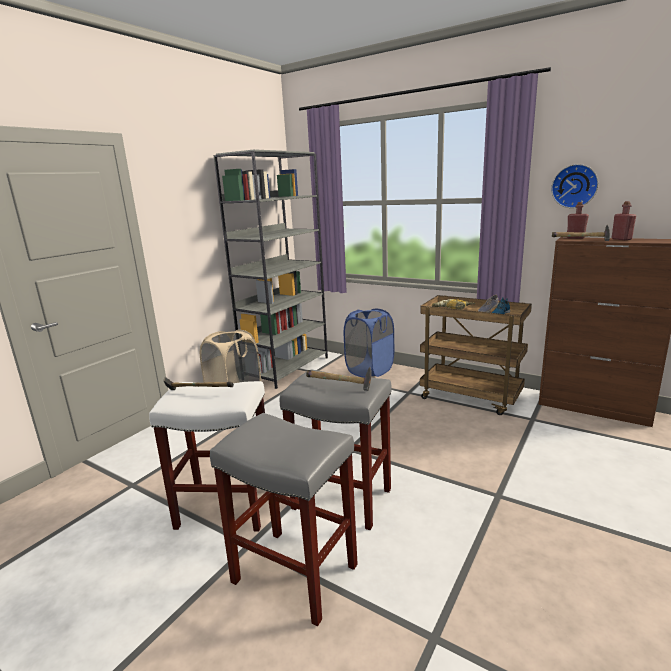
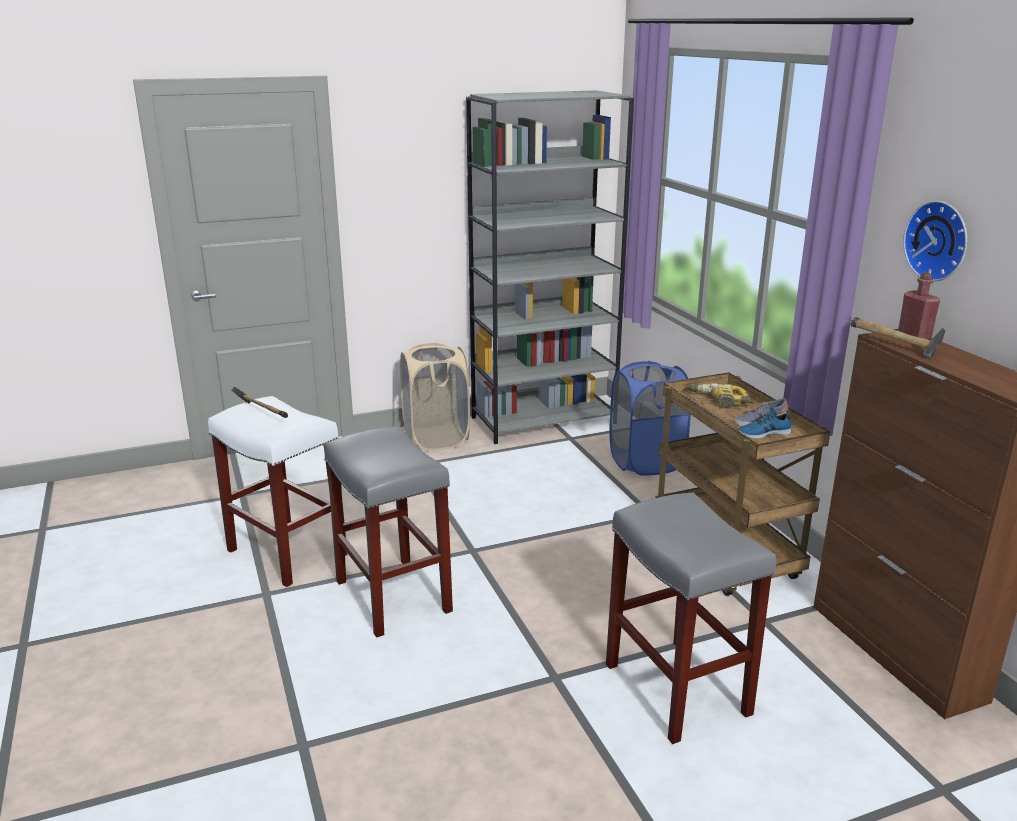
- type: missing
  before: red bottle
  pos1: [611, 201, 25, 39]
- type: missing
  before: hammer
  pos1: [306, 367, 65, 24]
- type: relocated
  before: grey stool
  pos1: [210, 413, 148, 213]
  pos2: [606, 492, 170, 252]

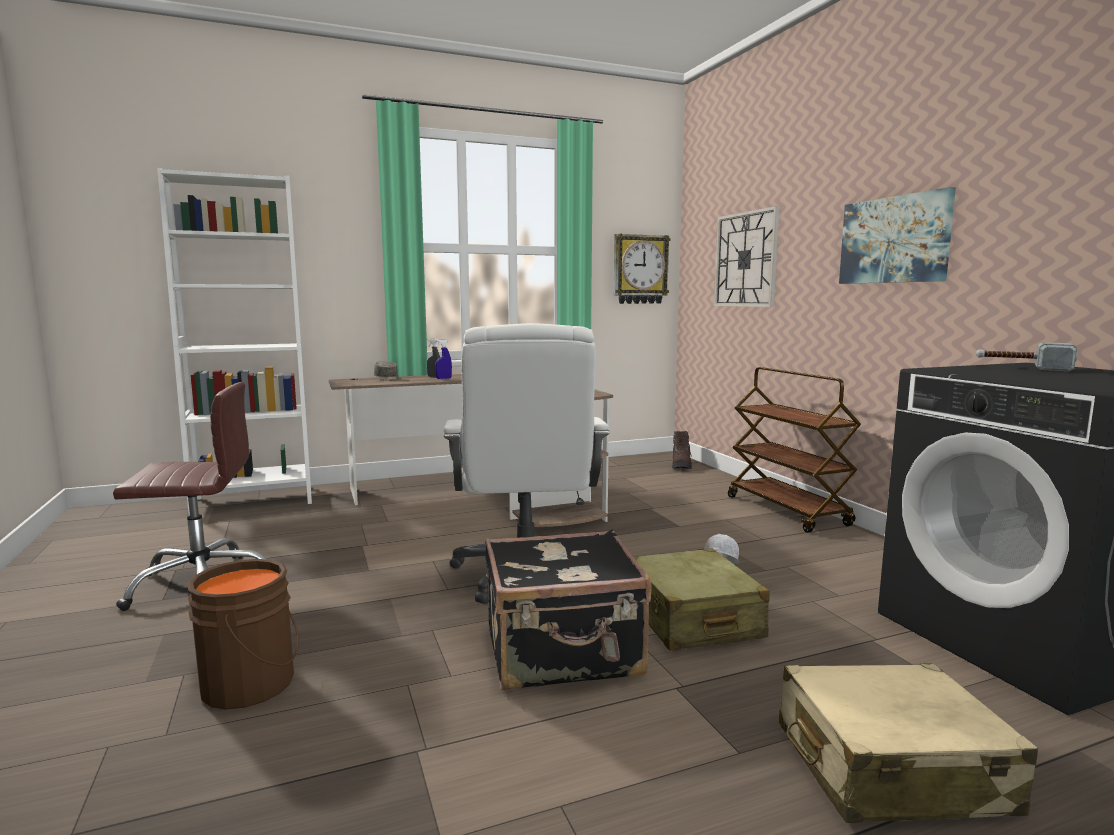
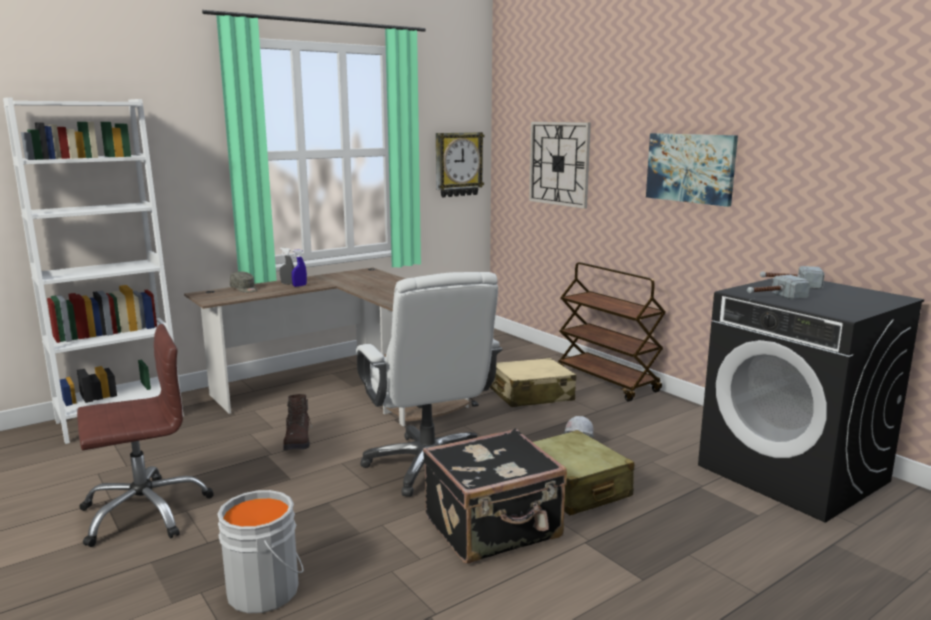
- type: relocated
  before: brown boot
  pos1: [672, 431, 20, 38]
  pos2: [283, 394, 29, 56]
- type: colour
  before: brown bucket
  after: grey bucket
  pos1: [187, 559, 112, 150]
  pos2: [217, 490, 87, 123]
- type: relocated
  before: beige suitcase
  pos1: [779, 663, 259, 160]
  pos2: [490, 358, 86, 49]
- type: appeared
  after: hammer
  pos2: [747, 275, 63, 25]

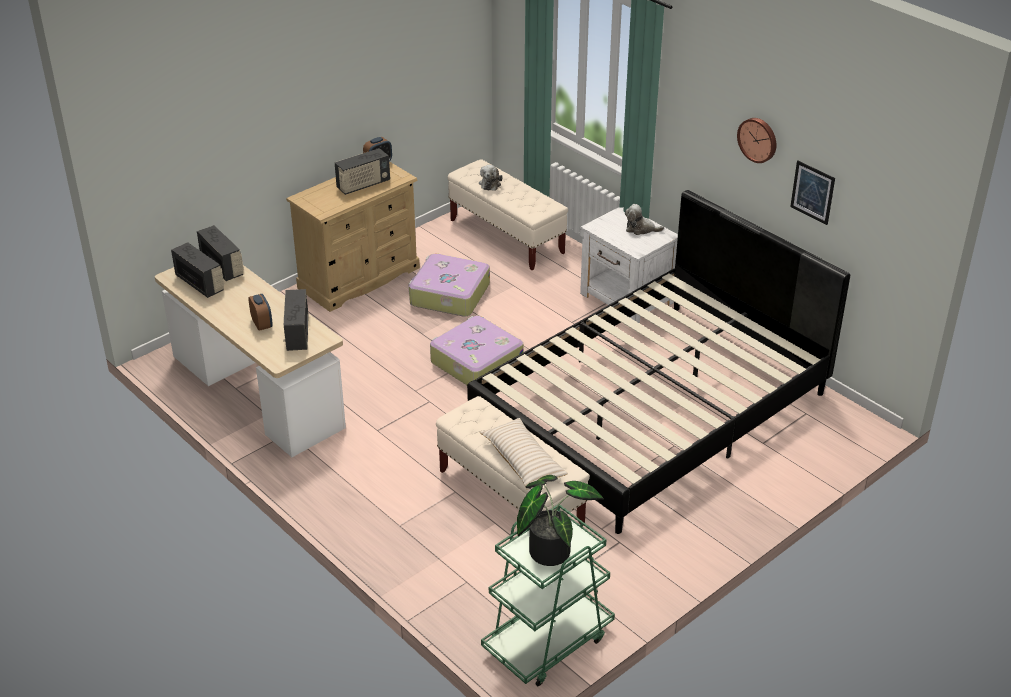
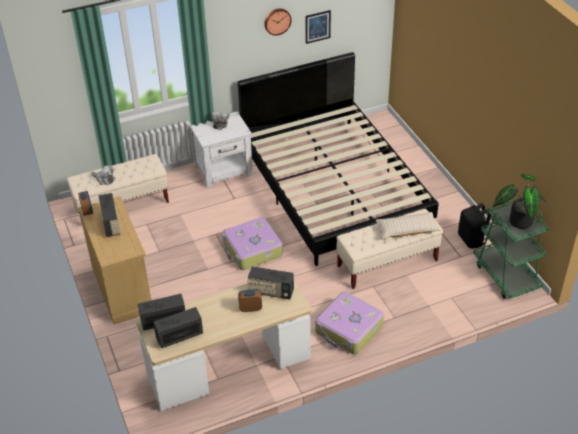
- type: relocated
  before: suitcase
  pos1: [408, 254, 82, 63]
  pos2: [315, 292, 69, 62]
- type: appeared
  after: black backpack
  pos2: [458, 203, 33, 46]

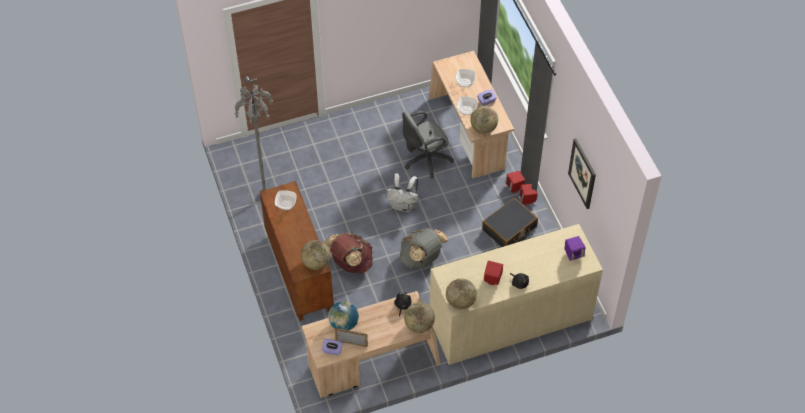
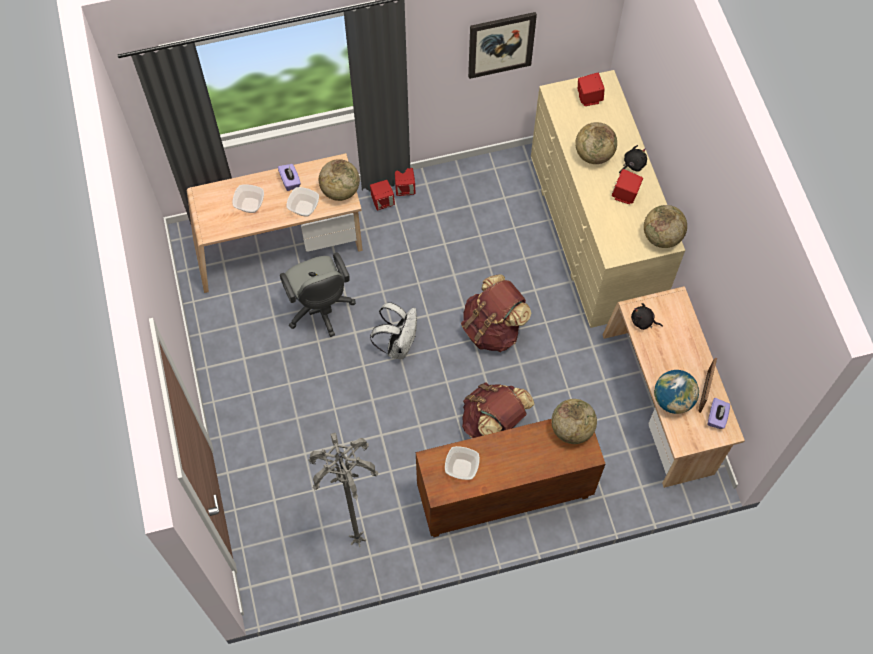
- type: missing
  before: black suitcase
  pos1: [482, 198, 56, 49]
- type: colour
  before: grey backpack
  after: brown backpack
  pos1: [400, 228, 48, 40]
  pos2: [461, 274, 70, 78]
- type: colour
  before: purple speaker
  after: red speaker
  pos1: [565, 236, 20, 25]
  pos2: [578, 73, 27, 33]
- type: relocated
  before: globe
  pos1: [404, 302, 31, 31]
  pos2: [575, 122, 42, 42]

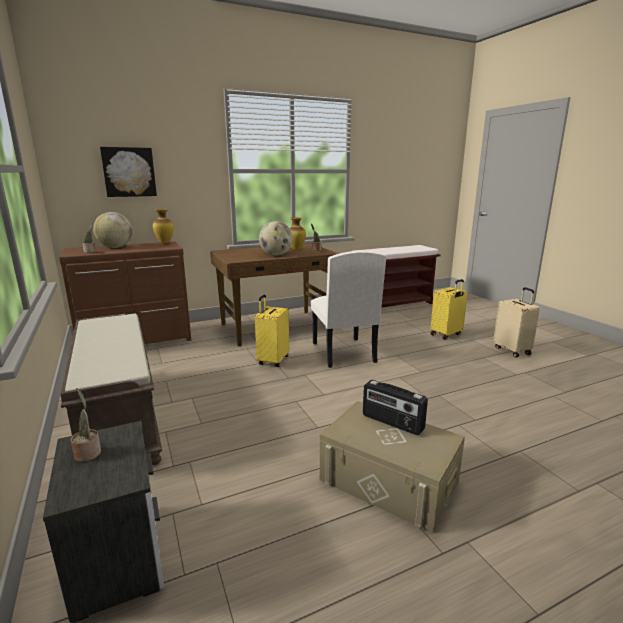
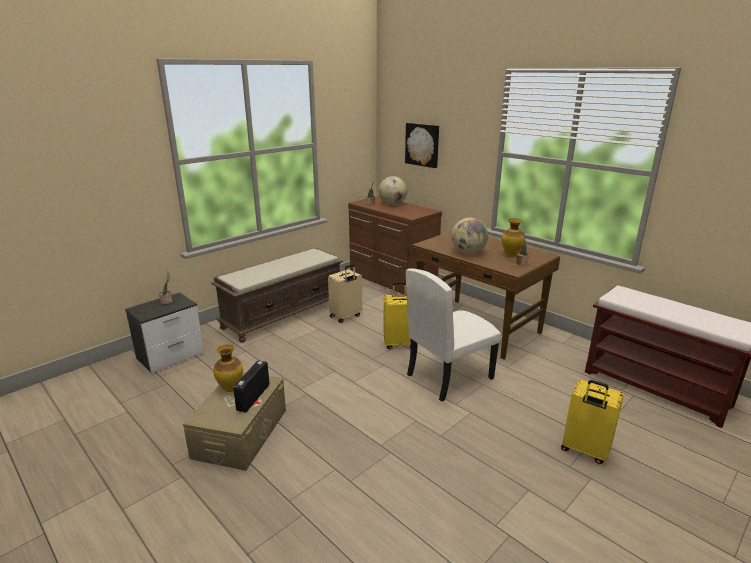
- type: relocated
  before: vase
  pos1: [153, 209, 21, 34]
  pos2: [213, 345, 30, 47]
- type: relocated
  before: beige suitcase
  pos1: [493, 287, 47, 70]
  pos2: [328, 264, 34, 59]

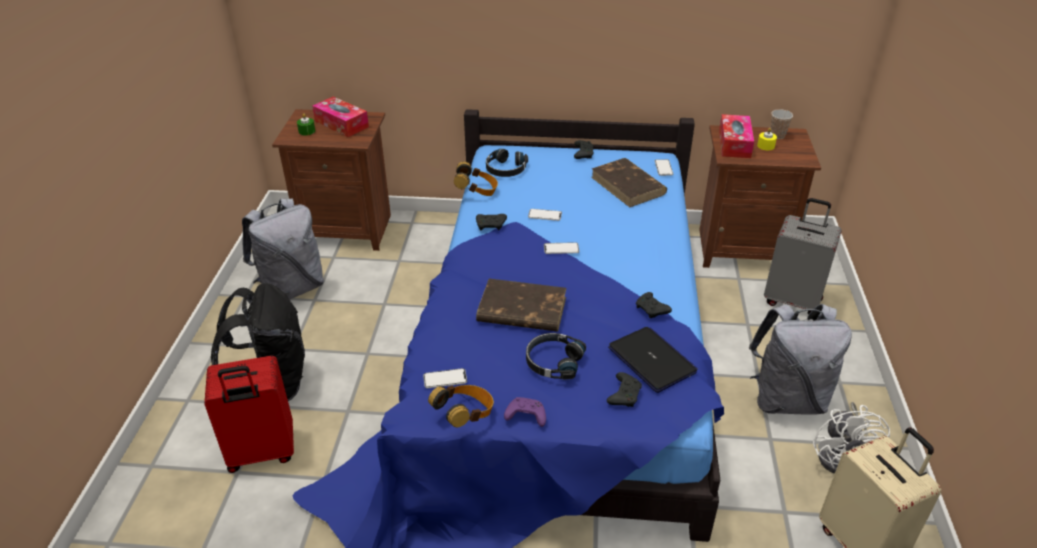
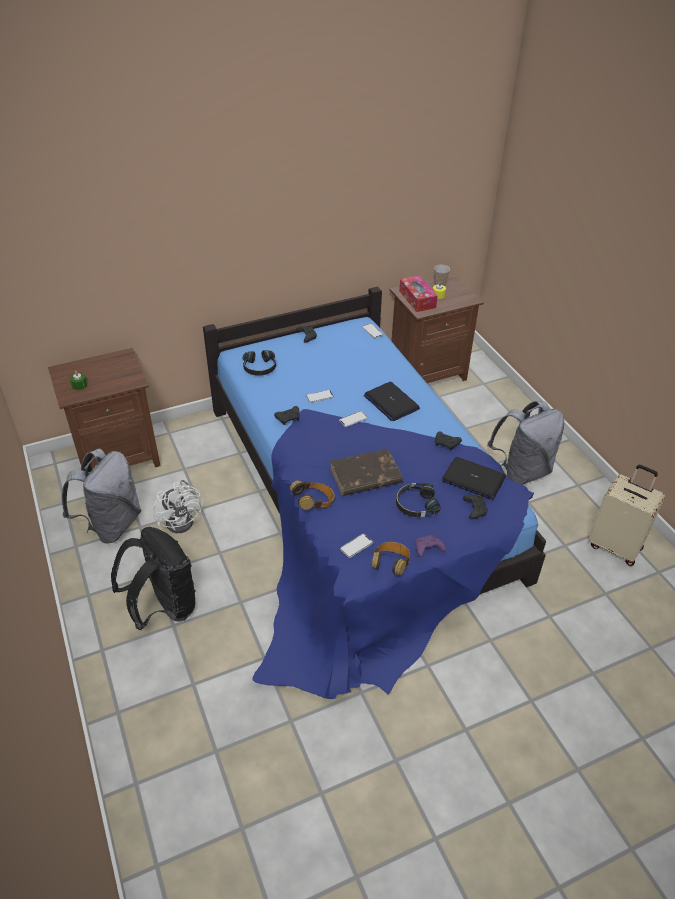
- type: missing
  before: tissue box
  pos1: [312, 97, 57, 40]
- type: missing
  before: brown book
  pos1: [591, 158, 76, 49]
- type: relocated
  before: headphones
  pos1: [454, 162, 44, 34]
  pos2: [290, 480, 45, 30]
- type: missing
  before: grey suitcase
  pos1: [764, 198, 78, 117]
- type: missing
  before: red suitcase
  pos1: [204, 356, 90, 117]
- type: relocated
  before: white fan
  pos1: [813, 402, 77, 72]
  pos2: [153, 480, 50, 53]
- type: appeared
  after: laptop
  pos2: [364, 382, 56, 39]

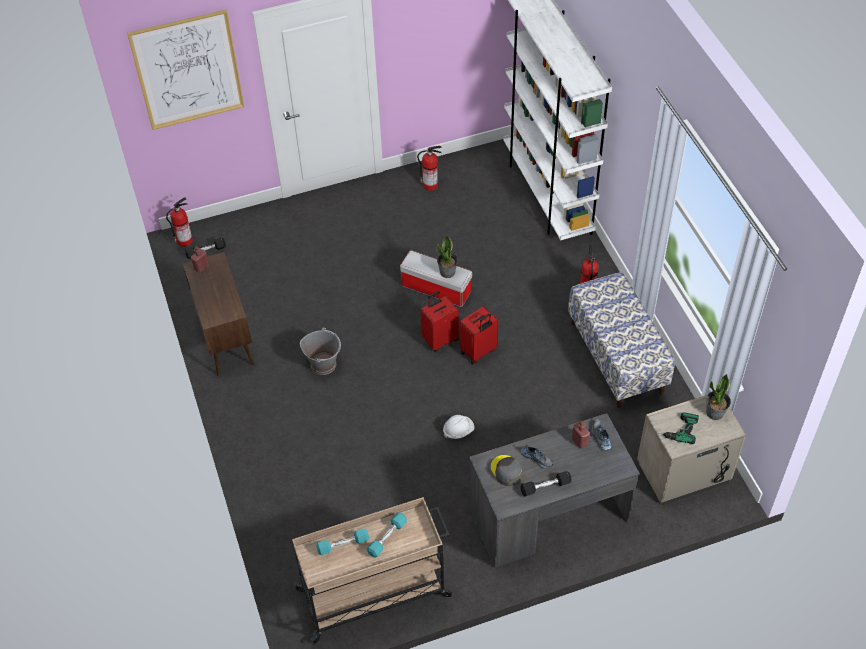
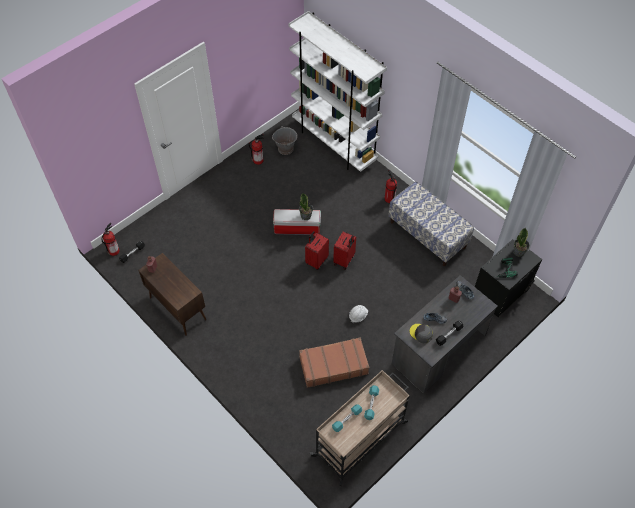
- type: missing
  before: picture
  pos1: [127, 10, 117, 120]
- type: relocated
  before: grey bucket
  pos1: [300, 328, 41, 47]
  pos2: [272, 126, 25, 29]
- type: colour
  before: beige nightstand
  after: black nightstand
  pos1: [637, 395, 109, 110]
  pos2: [475, 239, 67, 79]
- type: appeared
  after: brown suitcase
  pos2: [299, 337, 70, 51]

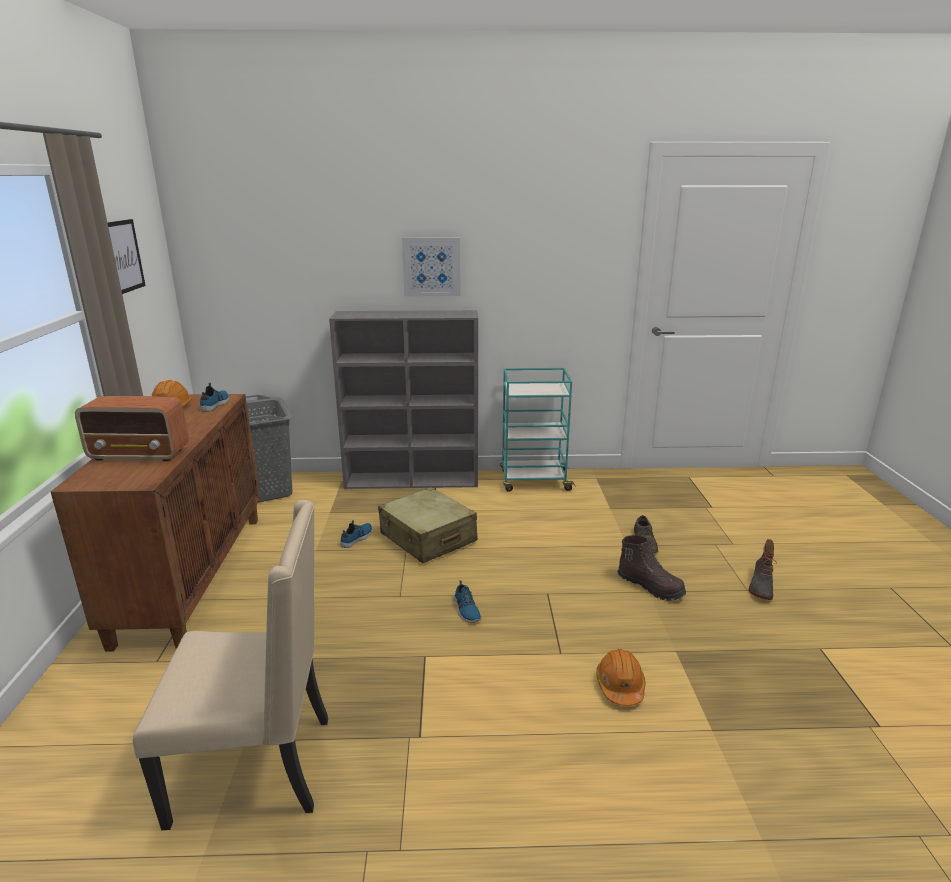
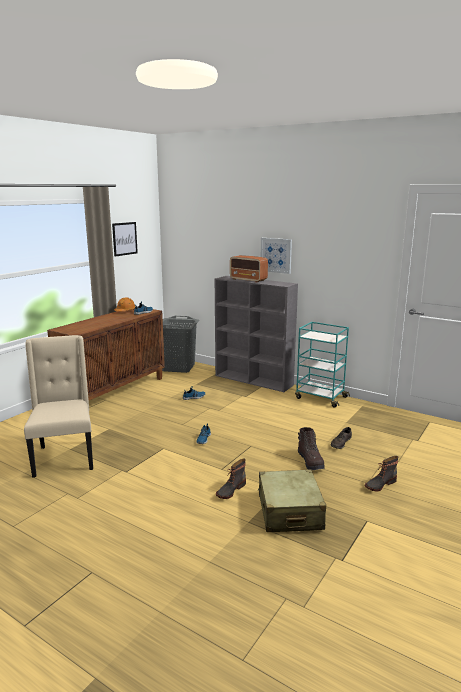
- type: relocated
  before: radio
  pos1: [75, 396, 114, 65]
  pos2: [230, 255, 38, 28]
- type: relocated
  before: beige suitcase
  pos1: [378, 487, 99, 76]
  pos2: [258, 469, 68, 63]
- type: spun
  before: beige chair
  pos1: [133, 500, 195, 331]
  pos2: [24, 335, 69, 142]
  turn: -135
- type: exchanged
  before: orange hard hat
  after: boot
  pos1: [596, 649, 50, 57]
  pos2: [216, 458, 30, 41]

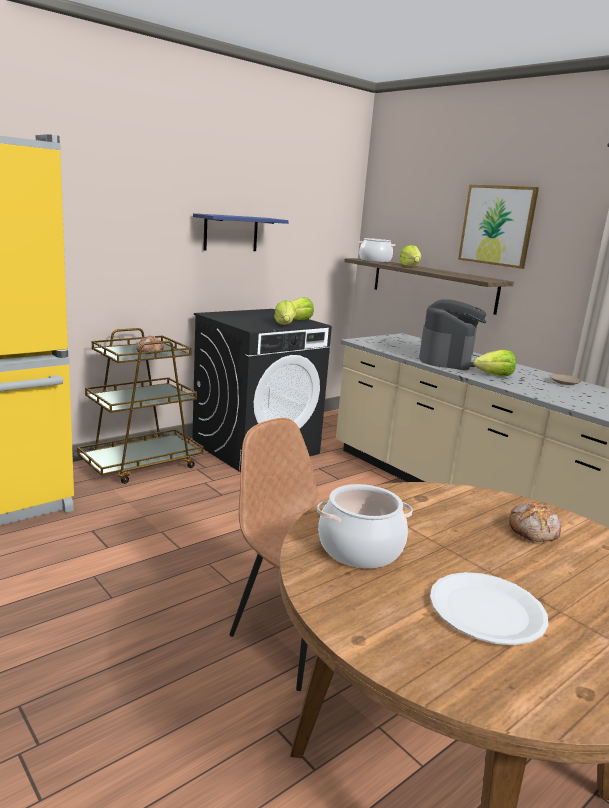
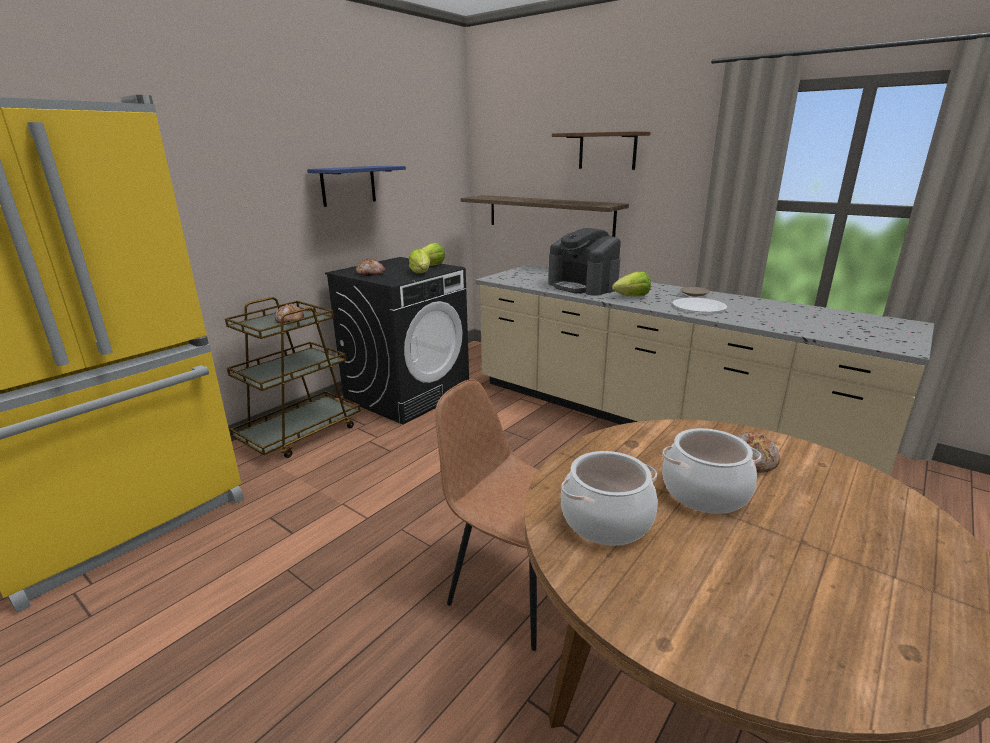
- type: exchanged
  before: picture
  after: brown shelf
  pos1: [458, 185, 81, 84]
  pos2: [552, 131, 99, 39]
- type: relocated
  before: cooking pot
  pos1: [359, 238, 36, 24]
  pos2: [662, 428, 99, 86]
- type: missing
  before: lettuce
  pos1: [399, 245, 22, 22]
- type: spun
  before: coffee machine
  pos1: [419, 299, 67, 71]
  pos2: [548, 228, 73, 68]
  turn: 135
- type: relocated
  before: white plate
  pos1: [430, 572, 119, 73]
  pos2: [672, 298, 55, 14]
- type: appeared
  after: bread
  pos2: [356, 258, 29, 18]

